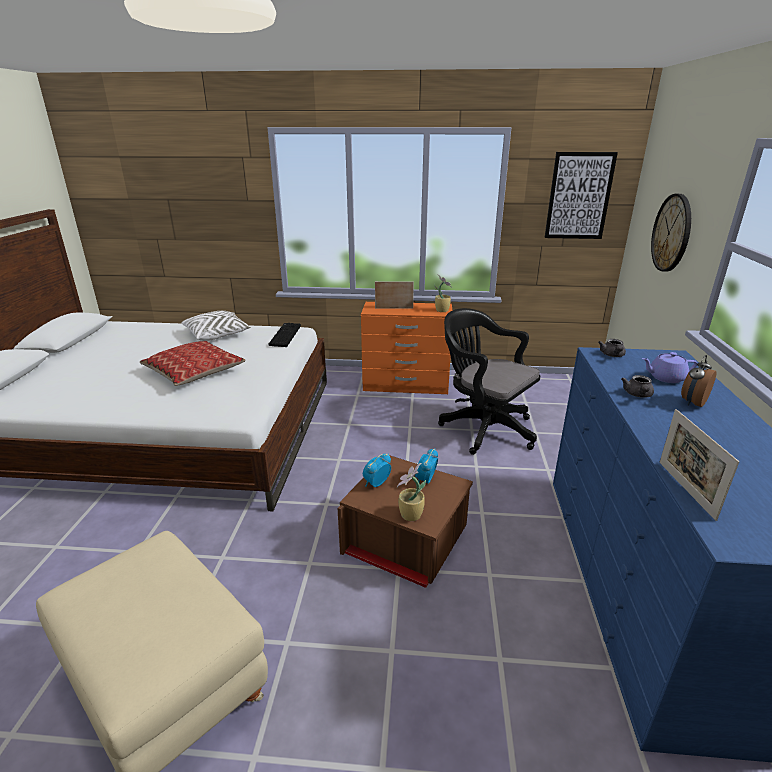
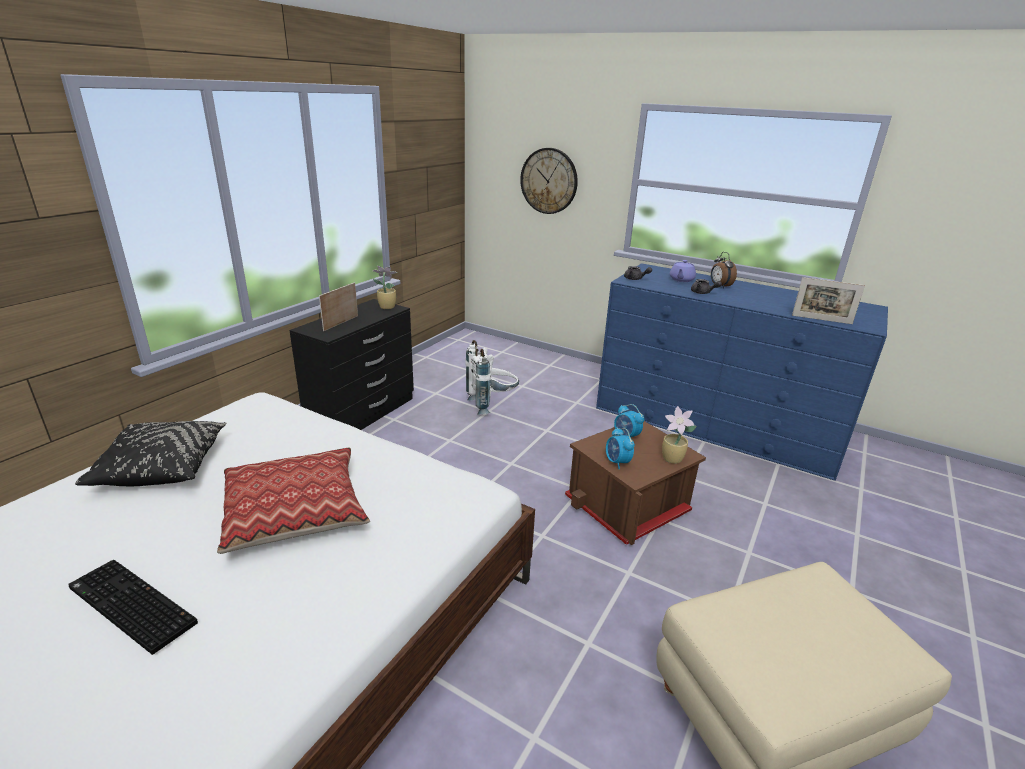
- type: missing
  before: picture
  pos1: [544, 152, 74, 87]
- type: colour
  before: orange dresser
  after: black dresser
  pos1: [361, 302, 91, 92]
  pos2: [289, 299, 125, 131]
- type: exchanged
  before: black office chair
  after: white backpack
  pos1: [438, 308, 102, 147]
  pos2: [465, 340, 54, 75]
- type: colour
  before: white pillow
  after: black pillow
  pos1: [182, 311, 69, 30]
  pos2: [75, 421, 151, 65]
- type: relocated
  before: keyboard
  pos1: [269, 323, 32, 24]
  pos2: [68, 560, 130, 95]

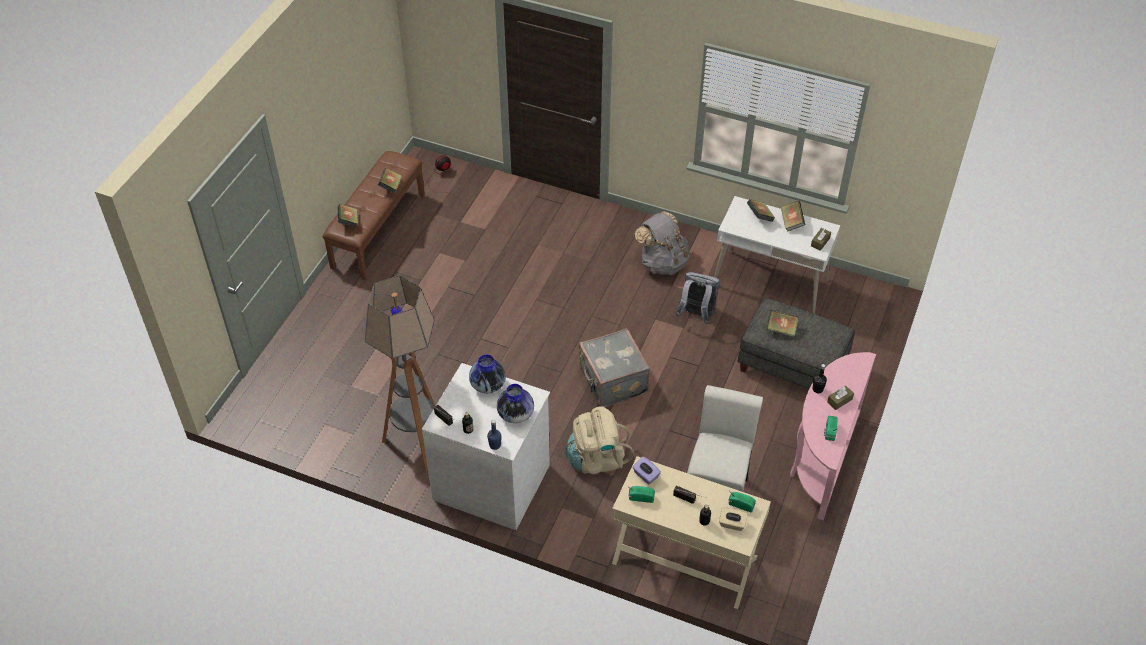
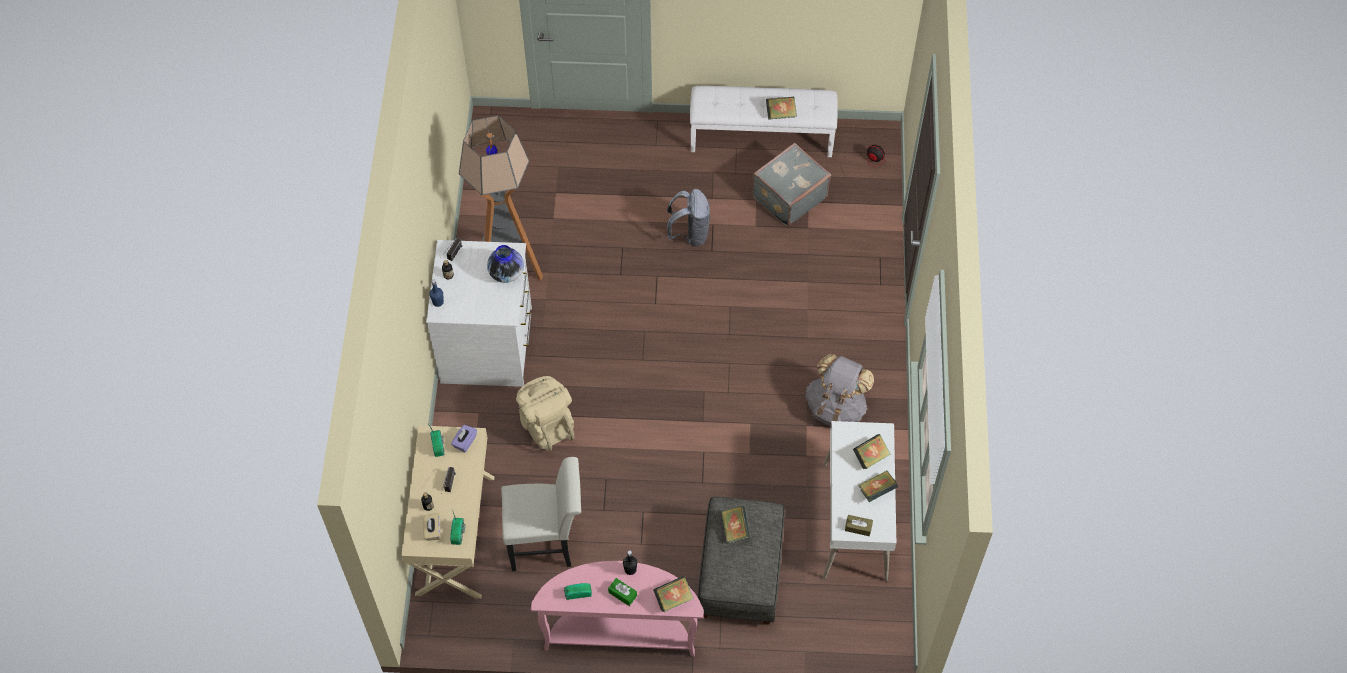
- type: colour
  before: brown bench
  after: white bench
  pos1: [323, 151, 102, 129]
  pos2: [690, 86, 148, 71]
- type: relocated
  before: book
  pos1: [337, 204, 21, 24]
  pos2: [653, 576, 41, 36]
- type: relocated
  before: grey backpack
  pos1: [676, 272, 44, 52]
  pos2: [667, 189, 43, 58]
- type: relocated
  before: grey suitcase
  pos1: [579, 328, 71, 79]
  pos2: [752, 143, 79, 84]
- type: missing
  before: vase
  pos1: [497, 384, 37, 39]
- type: colour
  before: brown tissue box
  after: green tissue box
  pos1: [827, 386, 27, 24]
  pos2: [608, 578, 29, 28]

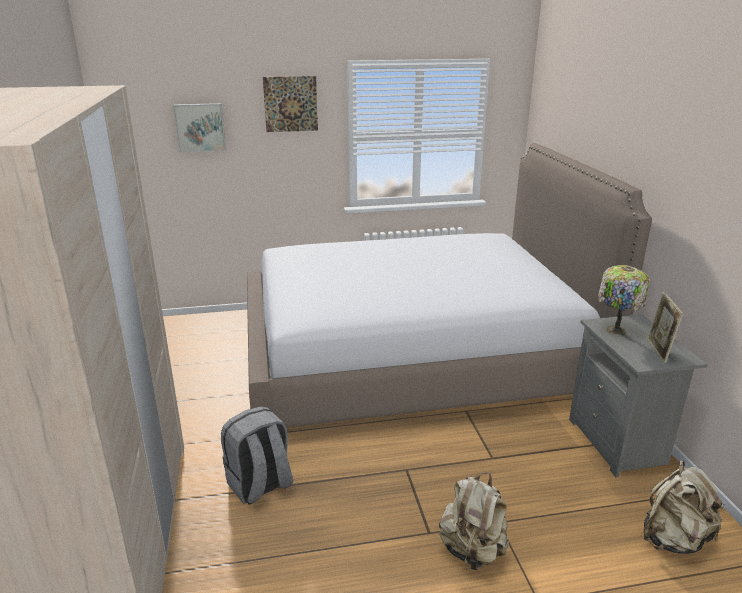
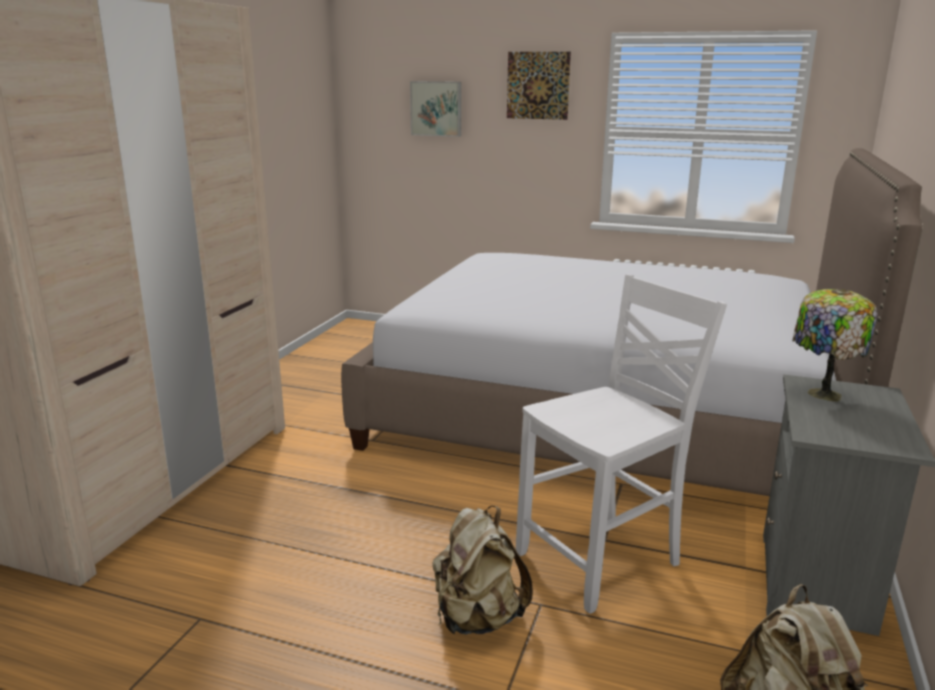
- type: missing
  before: picture frame
  pos1: [647, 292, 36, 71]
- type: missing
  before: grey backpack
  pos1: [221, 406, 72, 99]
- type: appeared
  after: white chair
  pos2: [516, 274, 211, 340]

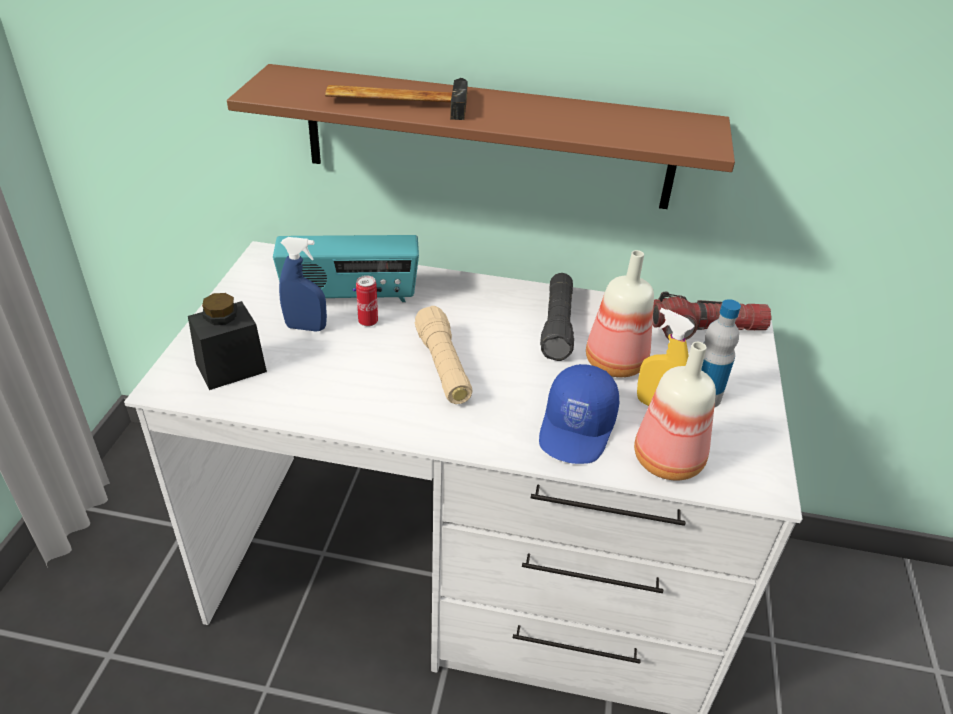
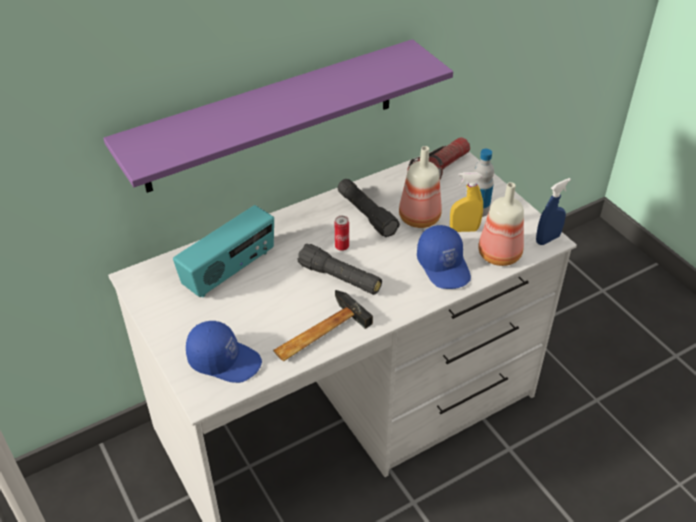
- type: colour
  before: brown shelf
  after: purple shelf
  pos1: [227, 64, 508, 145]
  pos2: [103, 39, 350, 154]
- type: relocated
  before: hammer
  pos1: [325, 78, 143, 42]
  pos2: [273, 290, 100, 71]
- type: relocated
  before: blue spray bottle
  pos1: [279, 237, 48, 95]
  pos2: [536, 178, 35, 67]
- type: relocated
  before: can
  pos1: [356, 275, 22, 52]
  pos2: [335, 216, 14, 35]
- type: exchanged
  before: black jar
  after: blue cap
  pos1: [188, 293, 79, 97]
  pos2: [186, 320, 76, 63]
- type: colour
  before: beige flashlight
  after: black flashlight
  pos1: [415, 306, 58, 98]
  pos2: [297, 244, 85, 51]

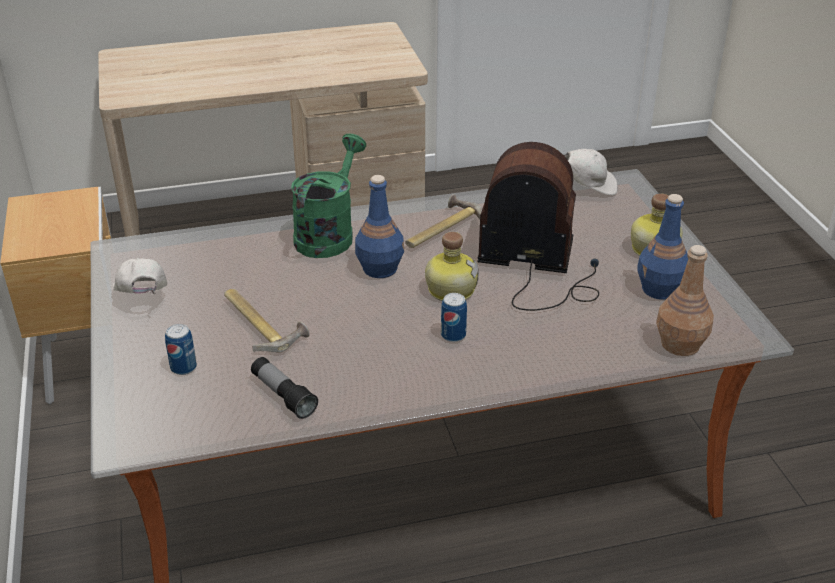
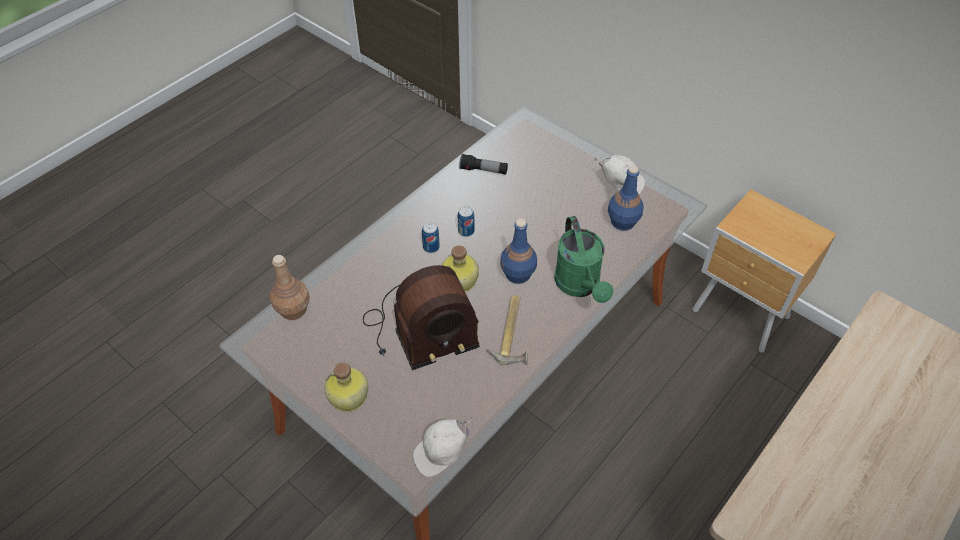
- type: relocated
  before: blue bottle
  pos1: [637, 194, 51, 106]
  pos2: [608, 166, 36, 64]
- type: missing
  before: hammer
  pos1: [224, 289, 86, 63]
- type: relocated
  before: can
  pos1: [165, 324, 32, 51]
  pos2: [458, 206, 16, 31]

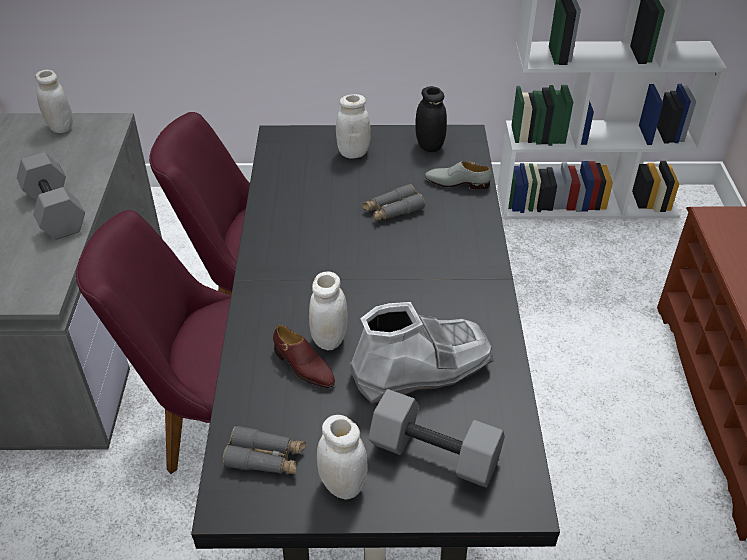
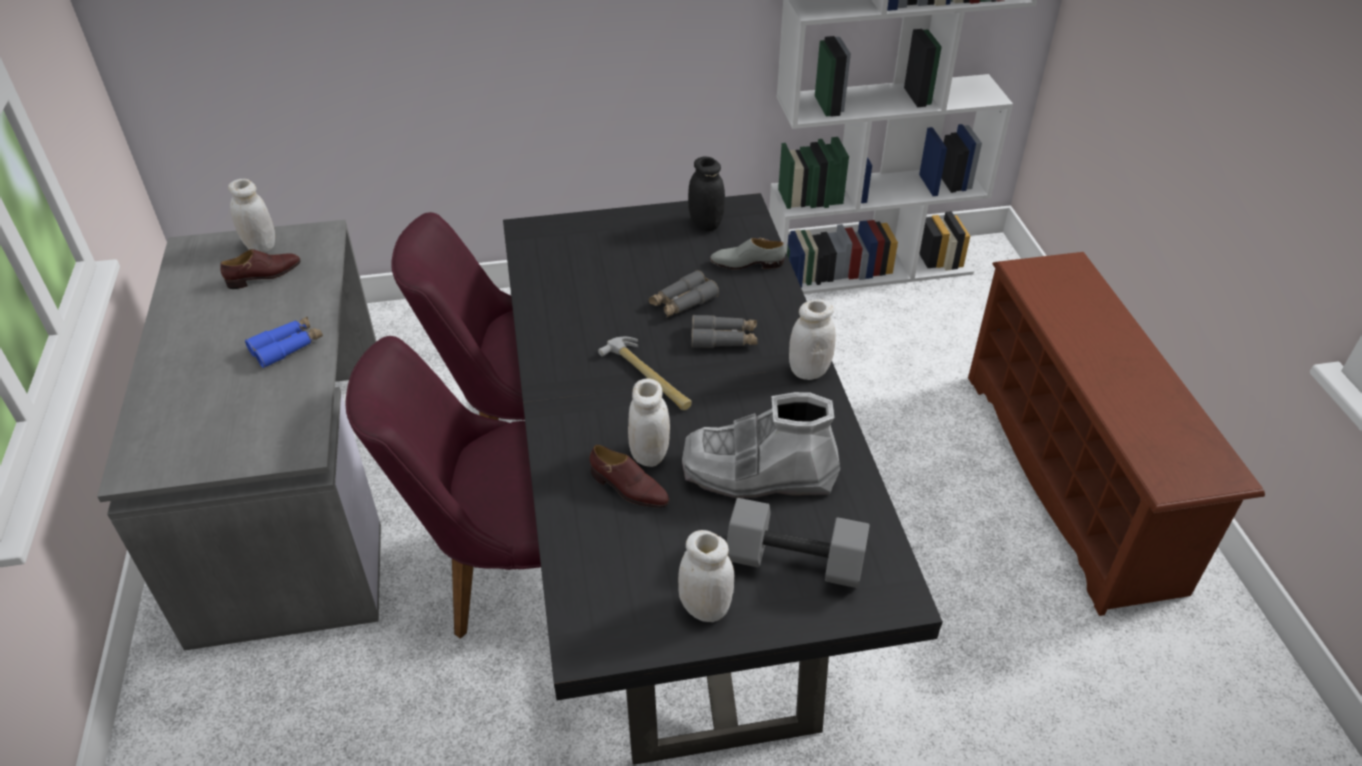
- type: relocated
  before: white jar
  pos1: [336, 94, 35, 65]
  pos2: [789, 299, 47, 81]
- type: exchanged
  before: grey dumbbell
  after: blue binoculars
  pos1: [17, 152, 68, 88]
  pos2: [245, 316, 78, 52]
- type: spun
  before: grey boot
  pos1: [349, 302, 144, 102]
  pos2: [682, 392, 158, 106]
  turn: -150
- type: relocated
  before: grey binoculars
  pos1: [222, 425, 84, 50]
  pos2: [691, 315, 67, 33]
- type: appeared
  after: brown shoe
  pos2: [220, 249, 81, 40]
- type: appeared
  after: hammer
  pos2: [598, 337, 94, 73]

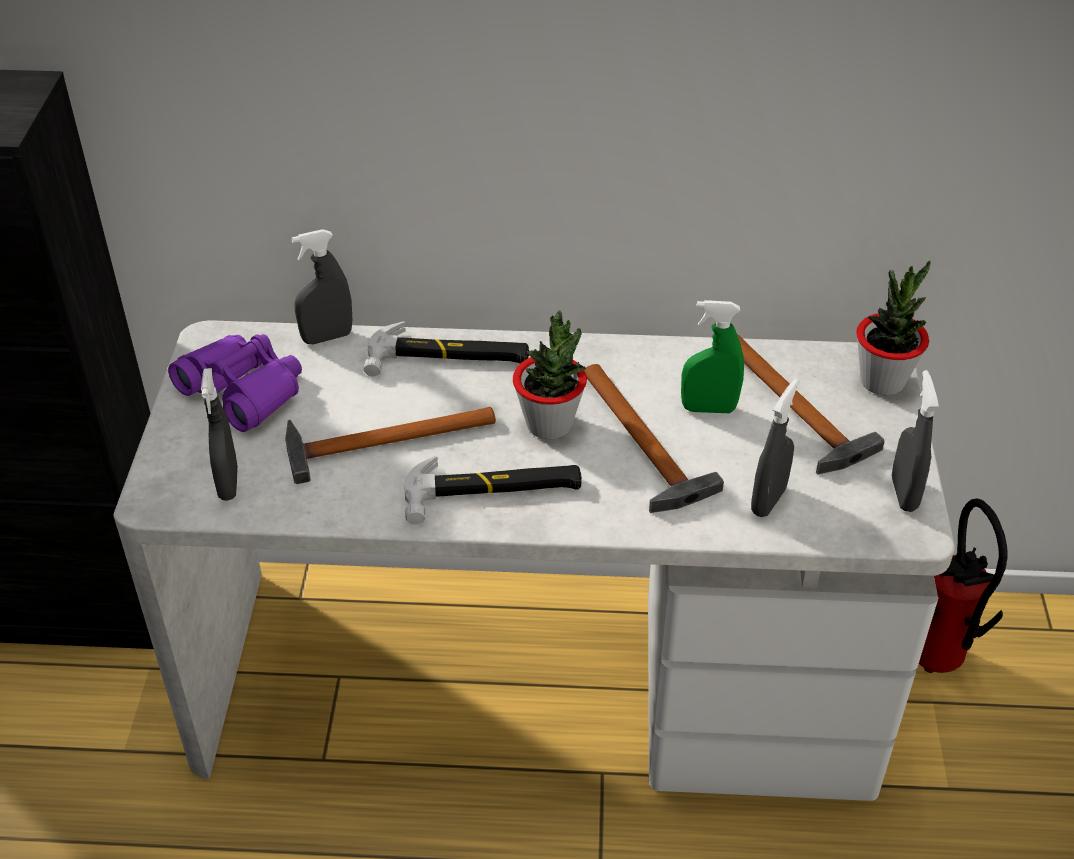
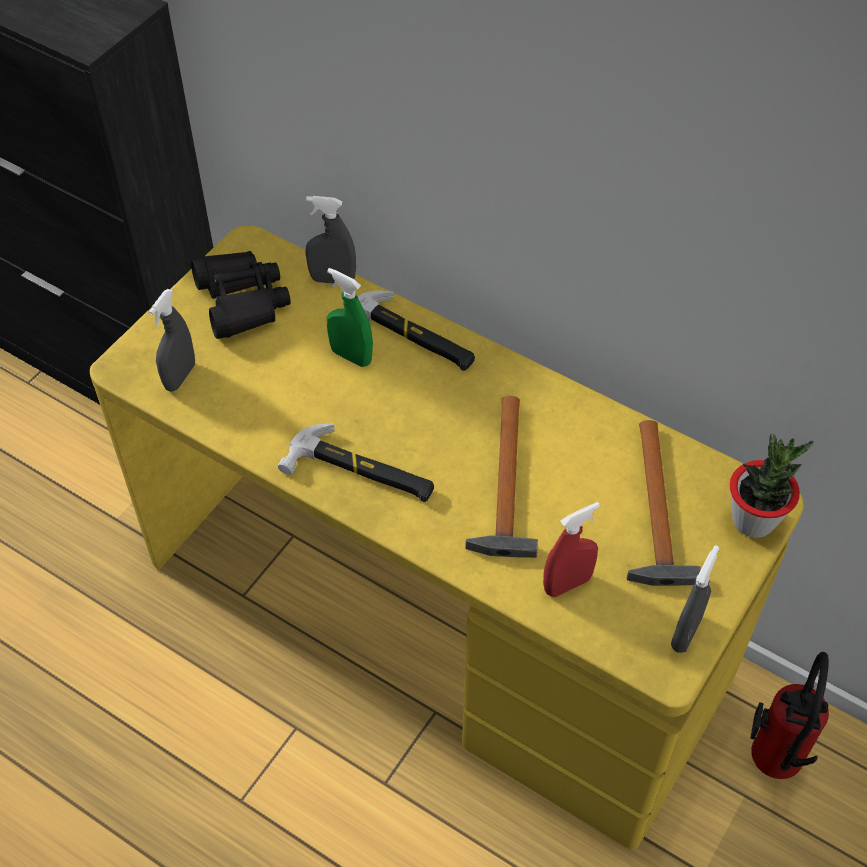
- type: relocated
  before: green spray bottle
  pos1: [681, 300, 63, 113]
  pos2: [327, 268, 46, 99]
- type: missing
  before: potted plant
  pos1: [513, 310, 74, 130]
- type: colour
  before: white desk
  after: yellow desk
  pos1: [113, 320, 842, 481]
  pos2: [90, 225, 714, 624]
- type: colour
  before: purple binoculars
  after: black binoculars
  pos1: [168, 334, 134, 98]
  pos2: [191, 251, 100, 88]
- type: colour
  before: grey spray bottle
  after: red spray bottle
  pos1: [751, 379, 48, 138]
  pos2: [543, 502, 57, 95]
- type: missing
  before: hammer
  pos1: [285, 407, 211, 77]

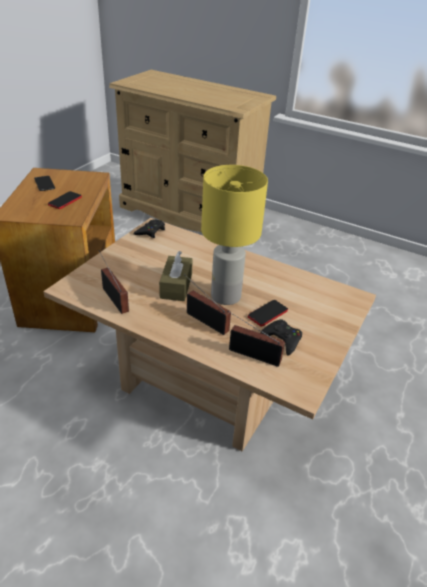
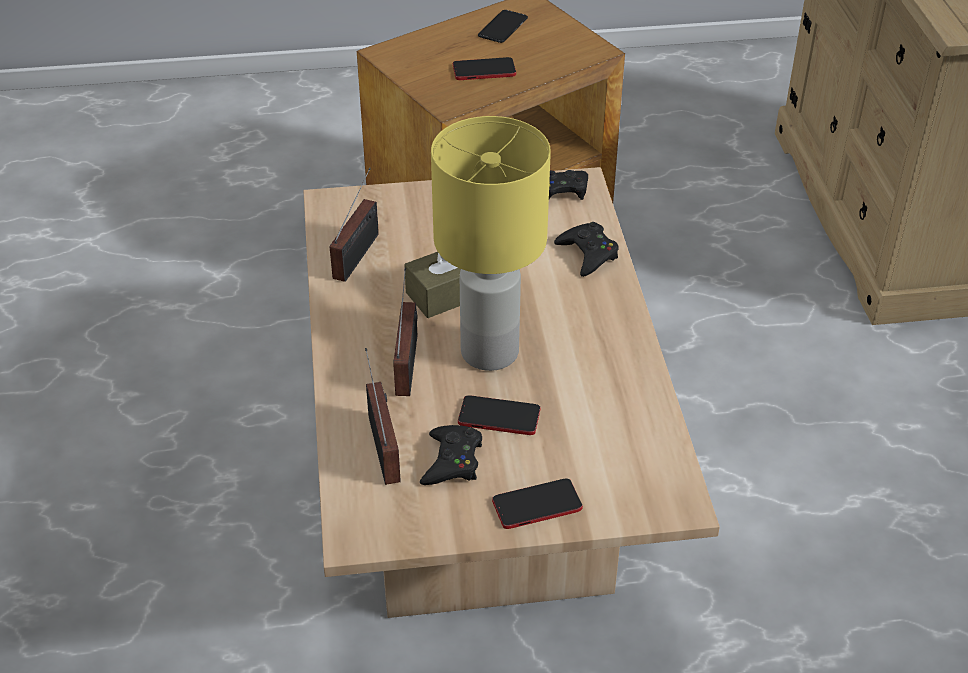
- type: appeared
  after: black game controller
  pos2: [554, 222, 65, 55]
- type: appeared
  after: phone
  pos2: [492, 479, 91, 50]

